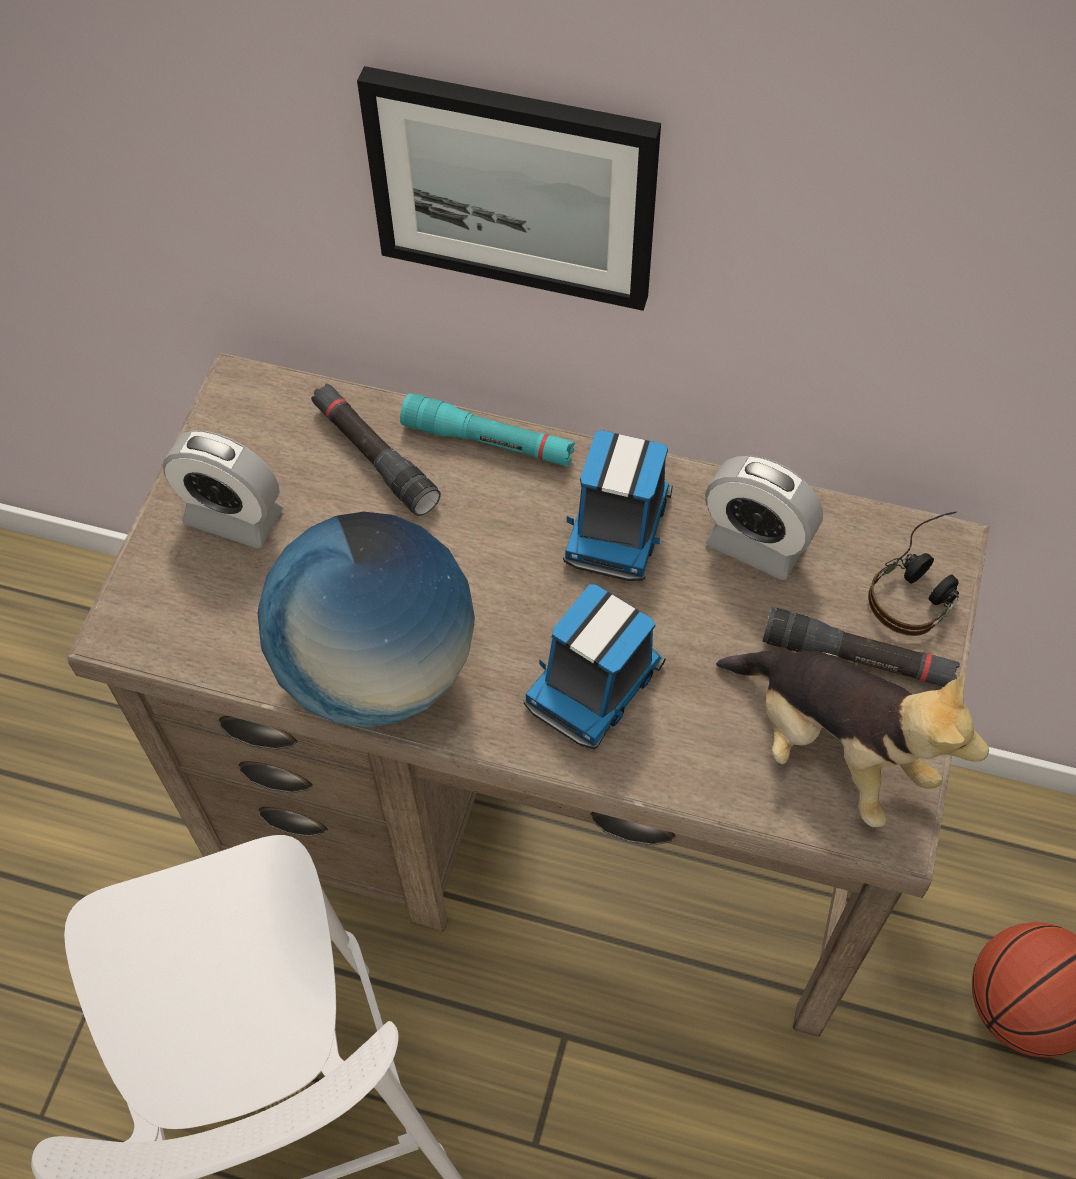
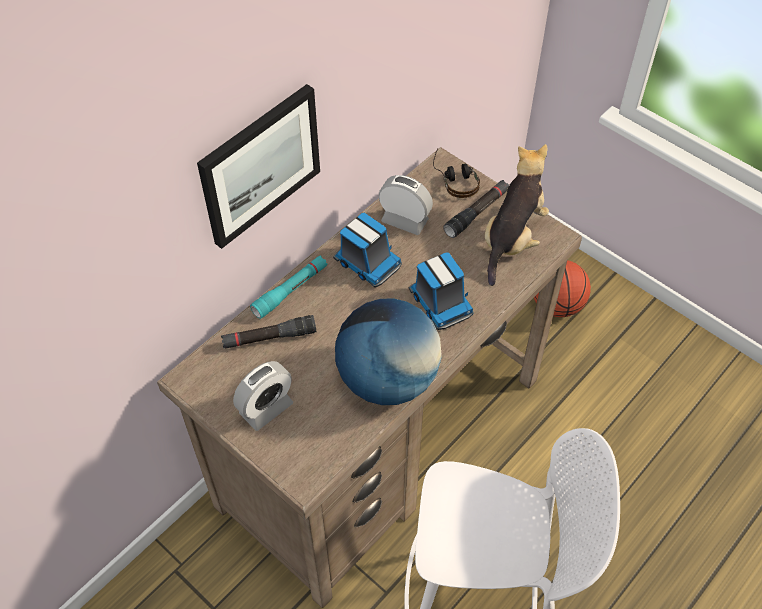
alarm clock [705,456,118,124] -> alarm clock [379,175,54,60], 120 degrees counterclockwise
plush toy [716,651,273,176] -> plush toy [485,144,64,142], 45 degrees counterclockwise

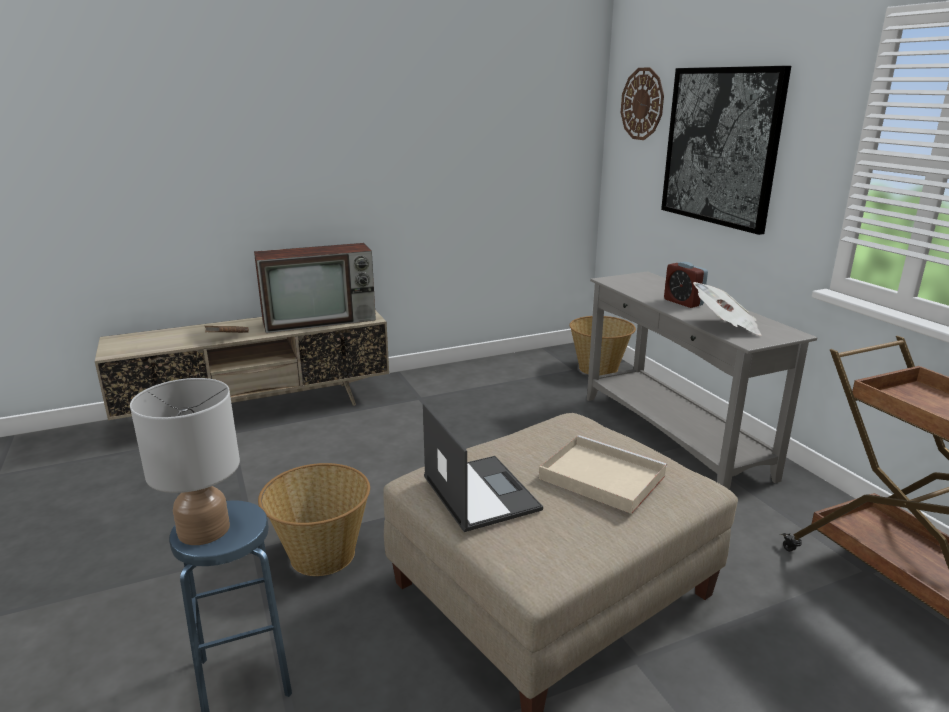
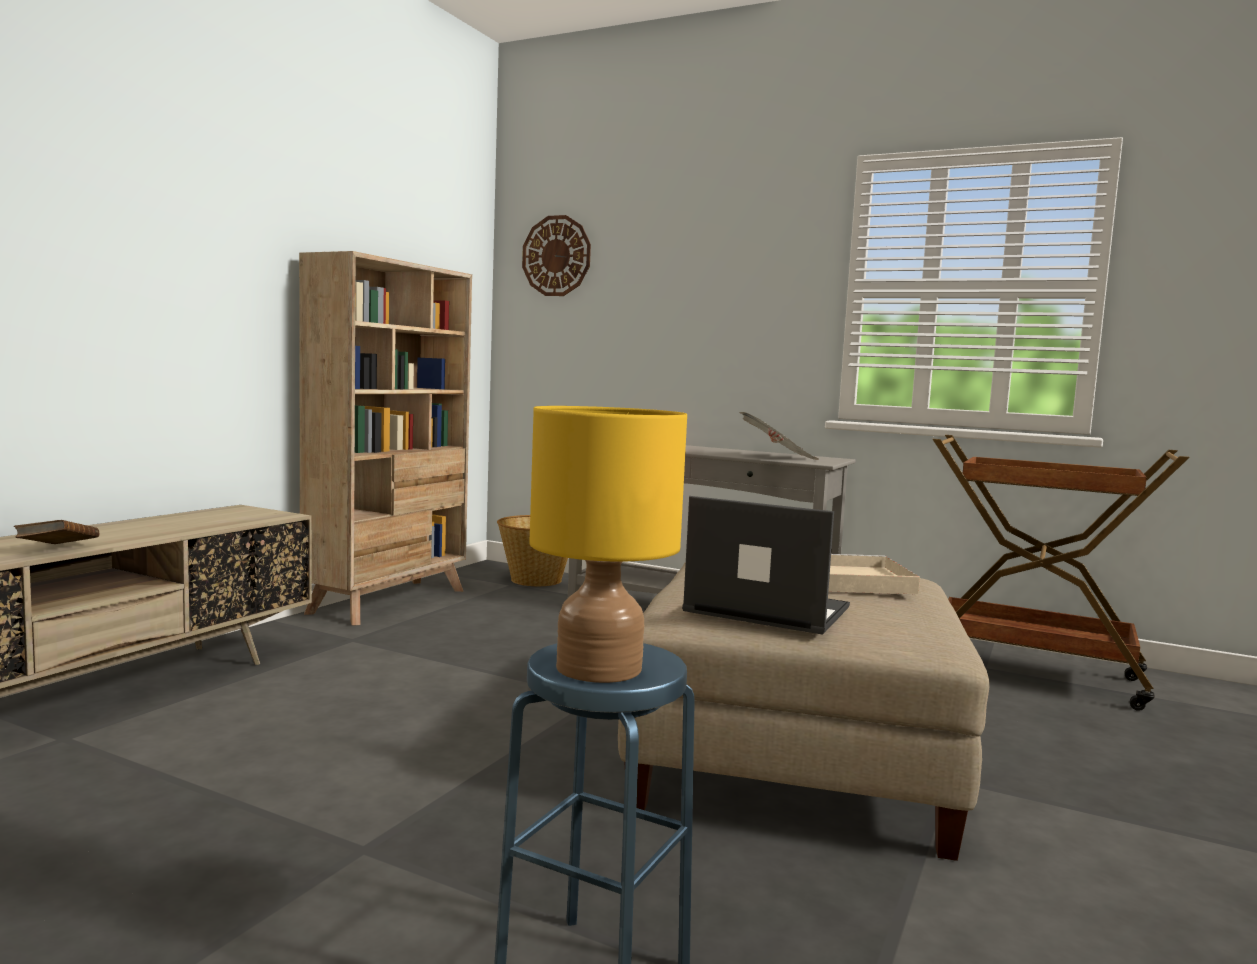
picture [661,66,130,169] -> none
television [254,243,122,90] -> none
alarm clock [664,262,44,46] -> none
grey table lamp [130,378,110,167] -> yellow table lamp [529,406,158,277]
basket [258,463,112,113] -> none
none -> beige bookcase [299,251,173,374]

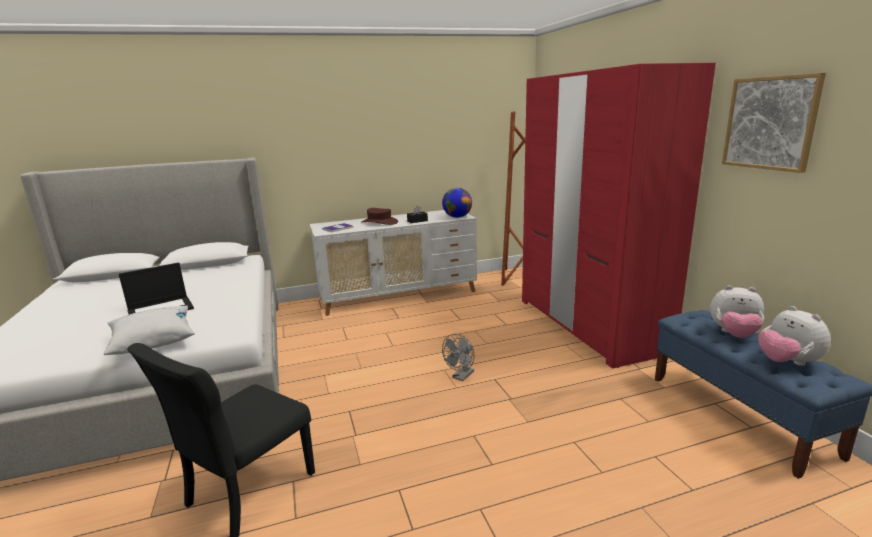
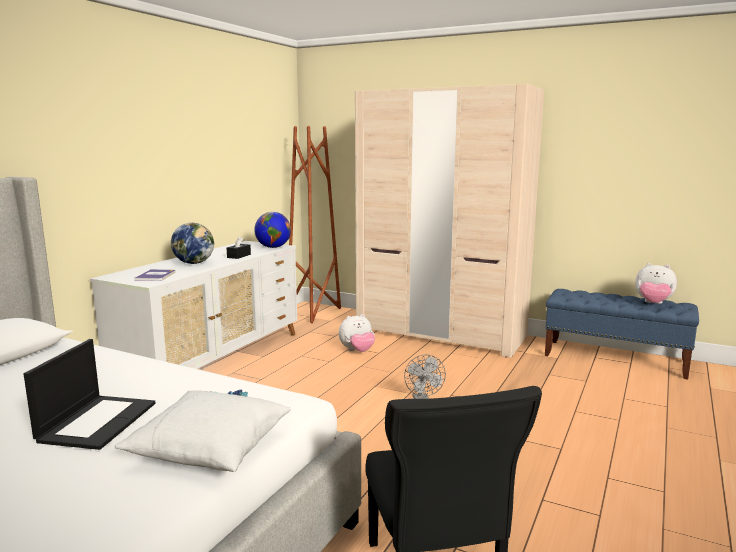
red wardrobe [522,63,194,305] -> beige wardrobe [355,84,189,274]
picture [722,73,104,100] -> none
brown hat [362,208,36,17] -> globe [171,223,43,41]
plush toy [710,286,54,52] -> plush toy [339,314,36,38], move

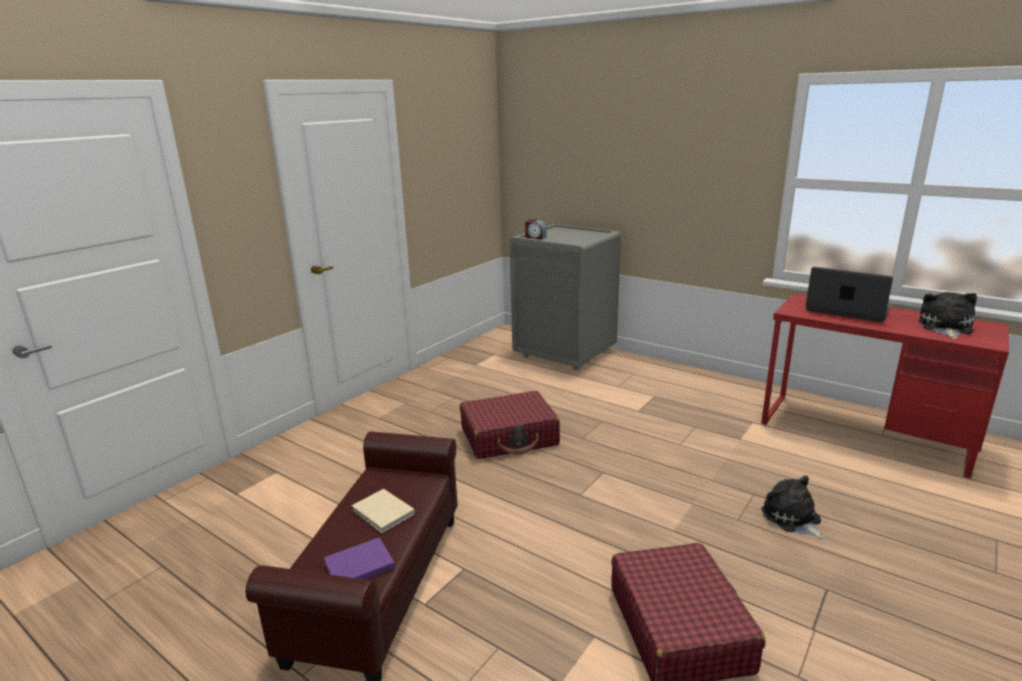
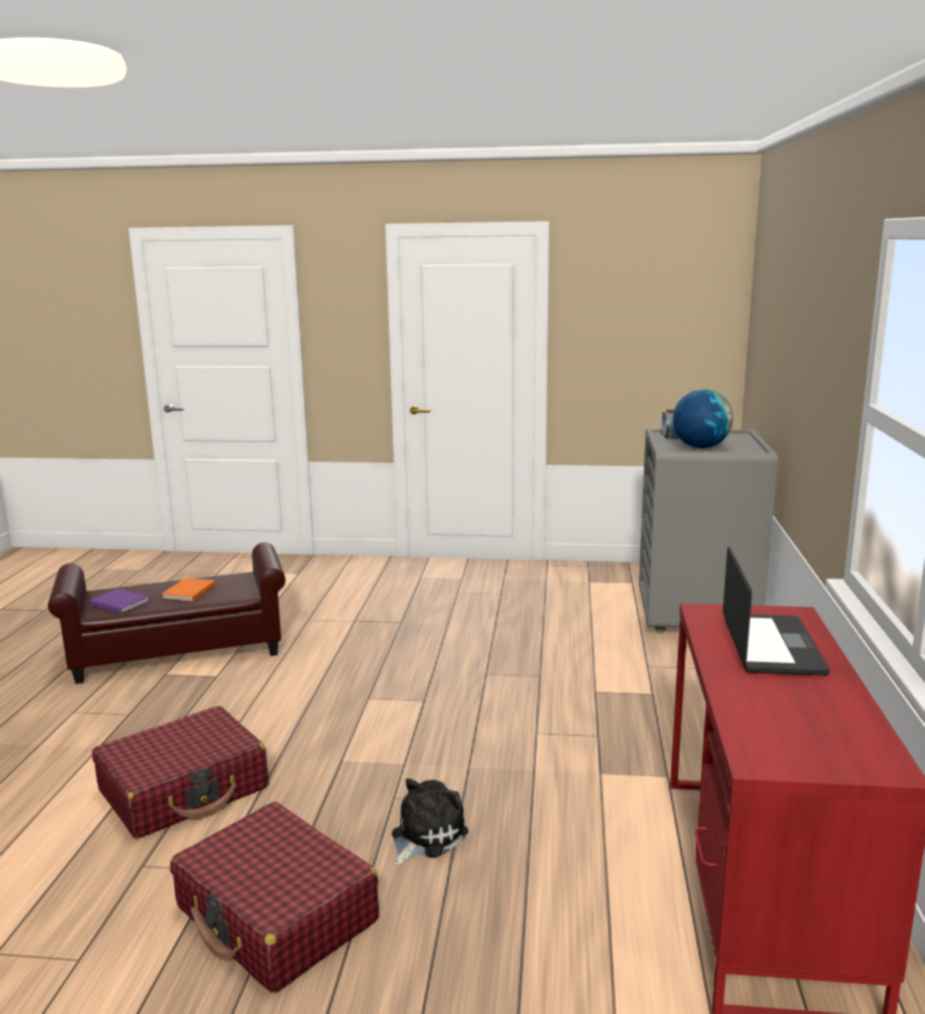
plush toy [919,292,58,47] -> none
red suitcase [460,391,100,68] -> red suitcase [170,802,209,191], move
beige book [352,489,63,44] -> orange book [162,578,53,24]
none -> globe [673,389,60,59]

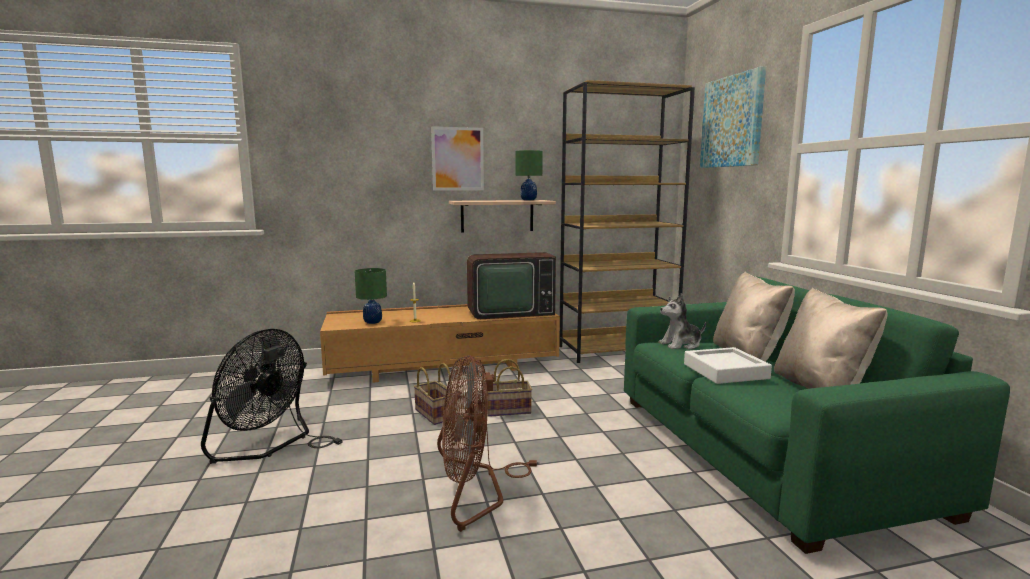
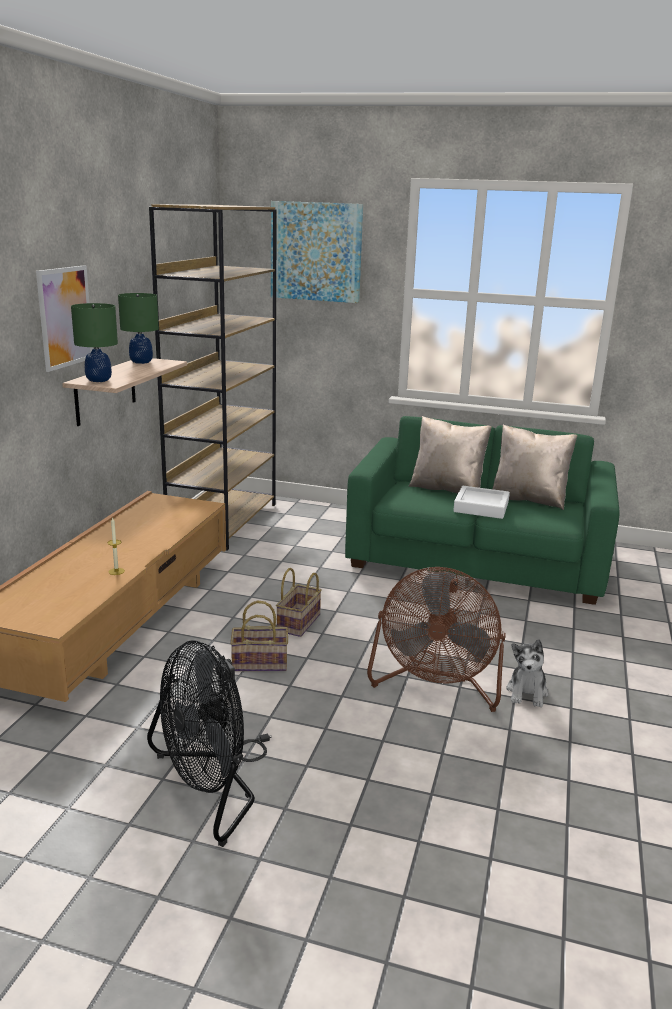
television [467,252,89,67] -> none
green table lamp [355,268,32,56] -> green table lamp [71,303,47,79], move
plush toy [658,294,48,55] -> plush toy [506,639,43,68], move

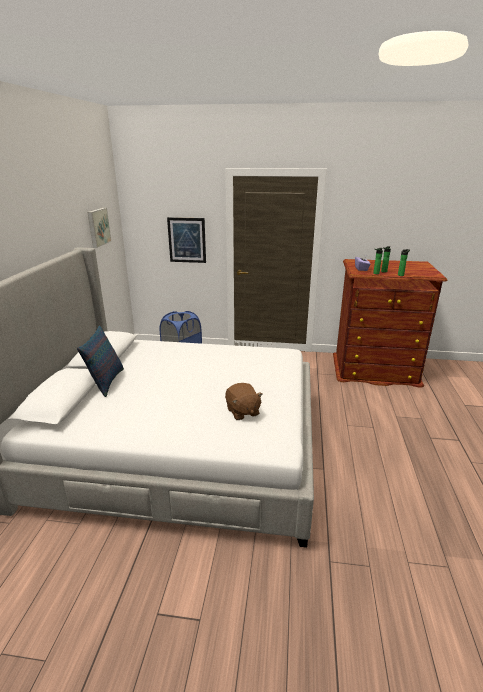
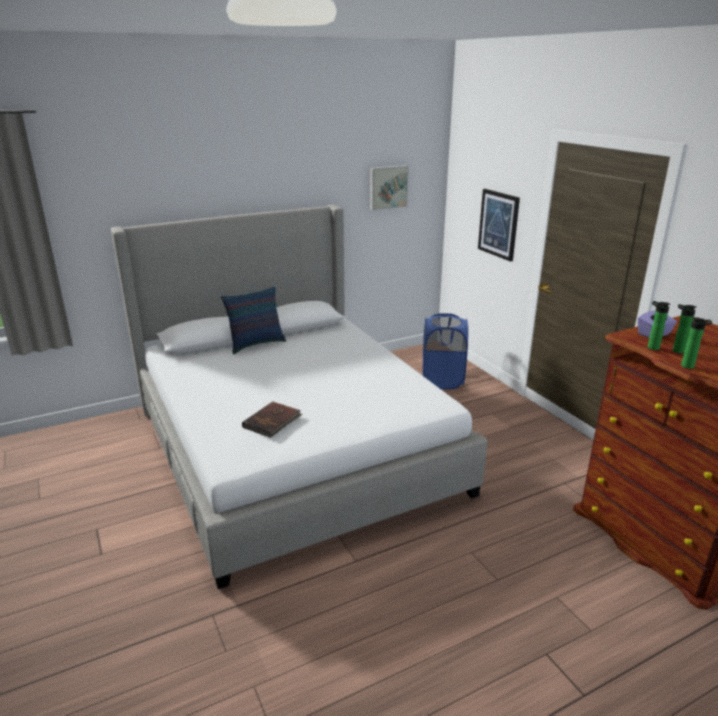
brown plush toy [225,383,38,37] -> brown book [242,401,61,37]

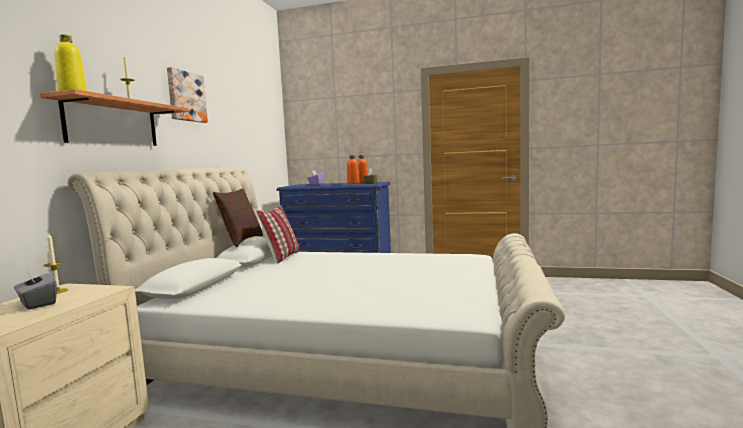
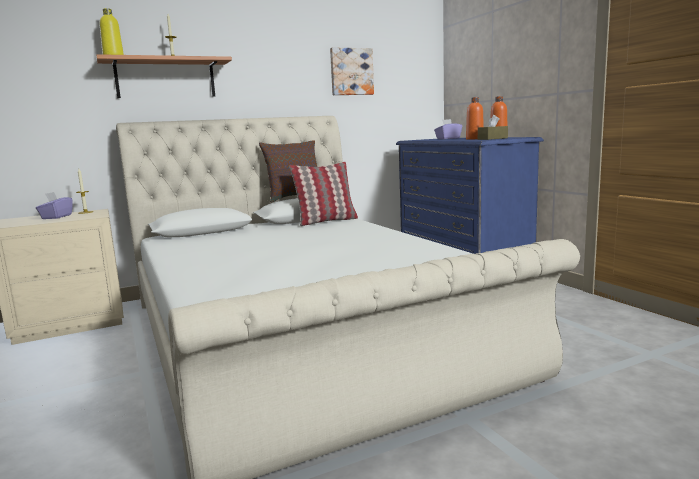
picture [167,67,41,56] -> picture [330,47,44,48], move
grey tissue box [14,270,43,39] -> purple tissue box [36,192,37,27]

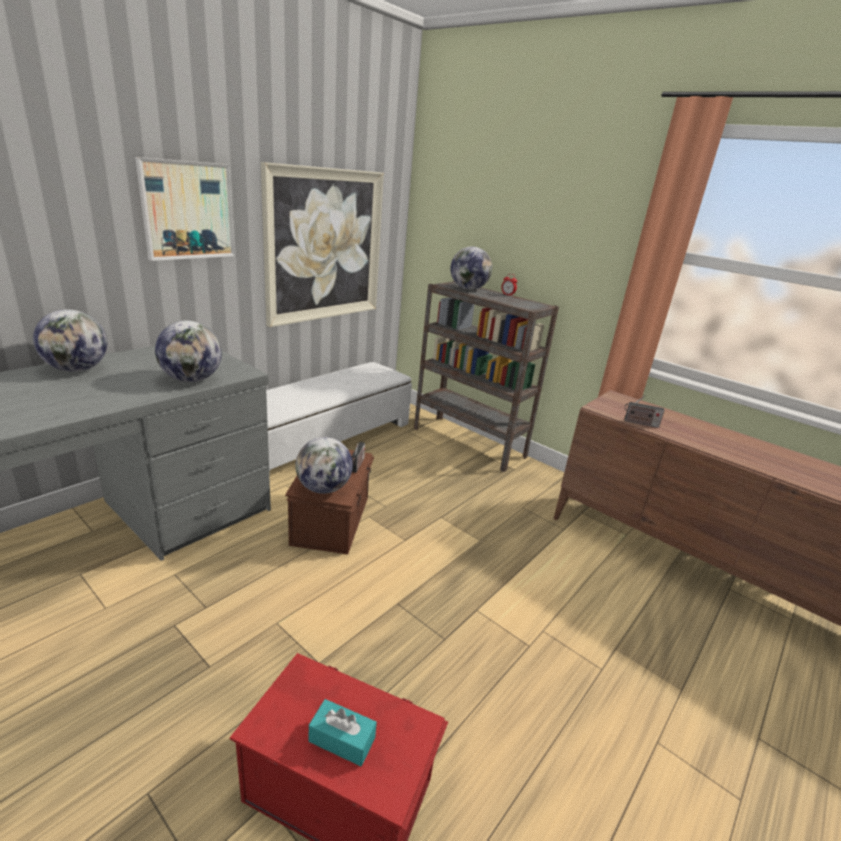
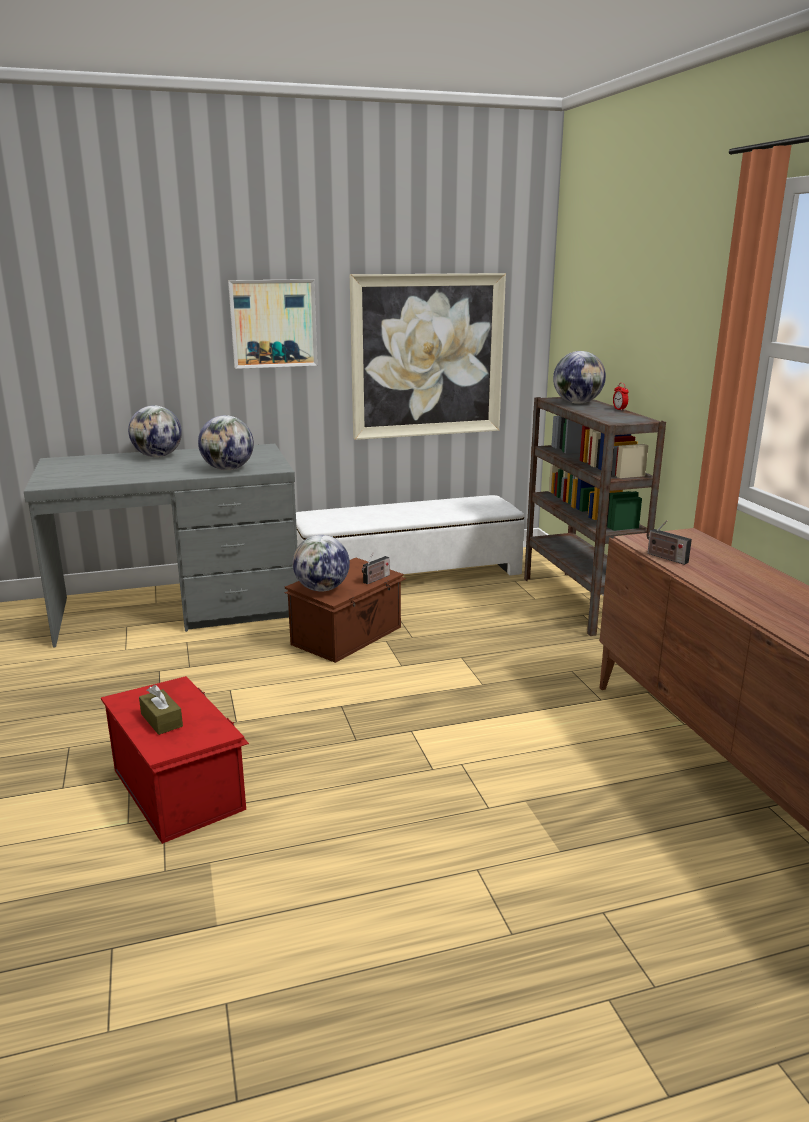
turquoise tissue box [309,699,68,67] -> brown tissue box [139,685,44,50]

